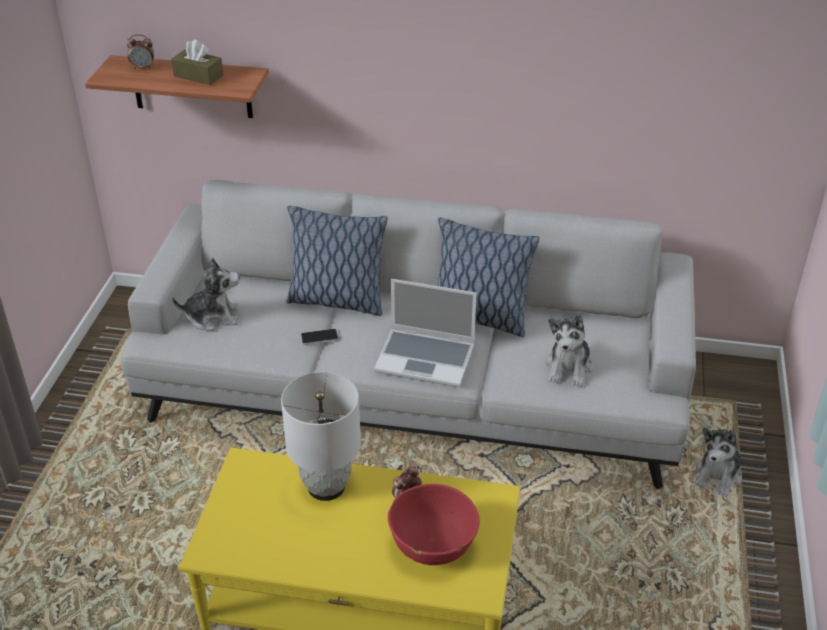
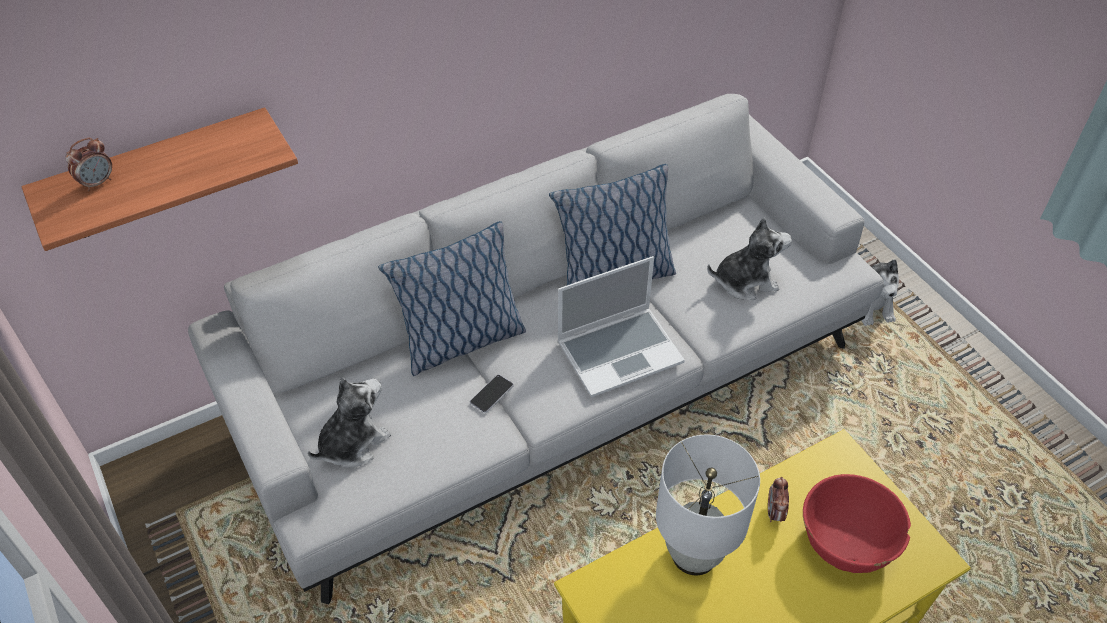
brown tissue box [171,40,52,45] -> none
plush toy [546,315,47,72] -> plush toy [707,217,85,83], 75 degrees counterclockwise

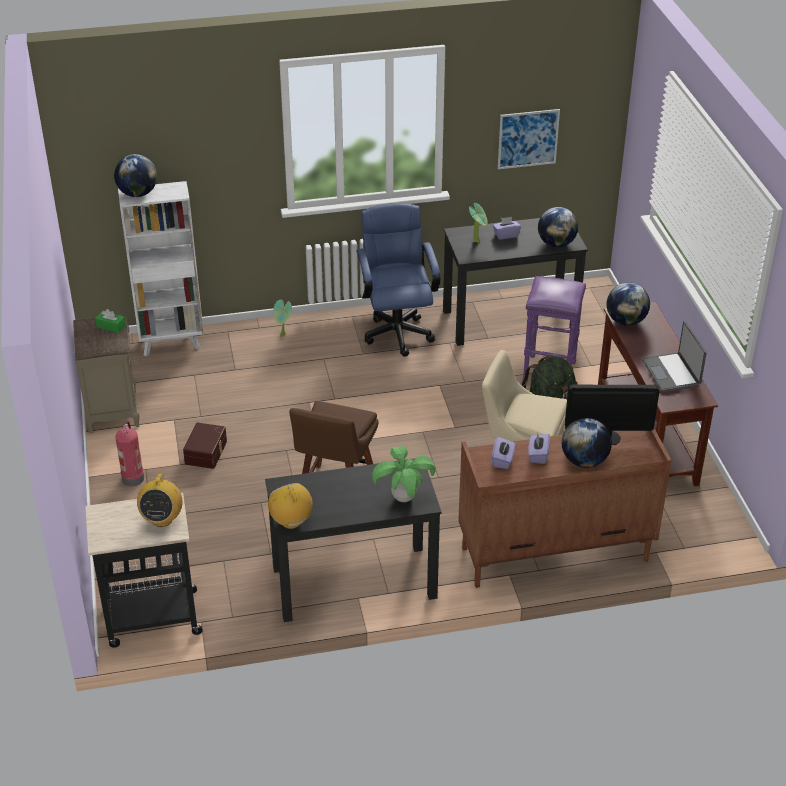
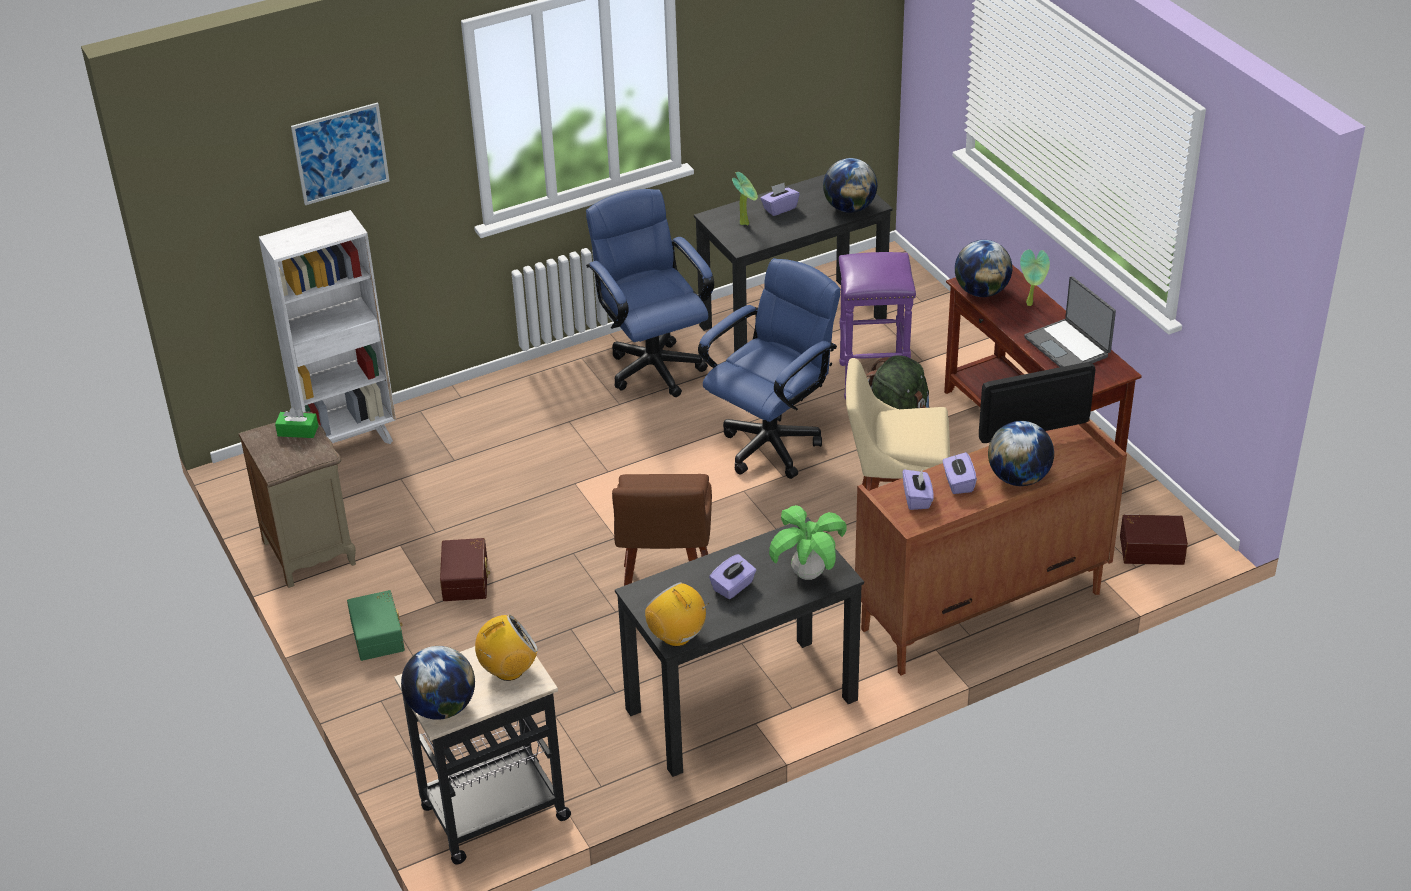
picture [498,109,62,60] -> picture [291,102,99,103], move
globe [114,154,43,43] -> globe [401,646,74,74], move
potted plant [274,299,18,38] -> potted plant [1020,250,30,56], move
fire extinguisher [115,421,29,65] -> green storage box [347,590,58,71]
radio [137,473,46,54] -> radio [475,614,63,67], 105 degrees counterclockwise
none -> blue office chair [698,258,143,221]
none -> brown storage box [1120,515,68,50]
none -> purple tissue box [709,554,48,45]

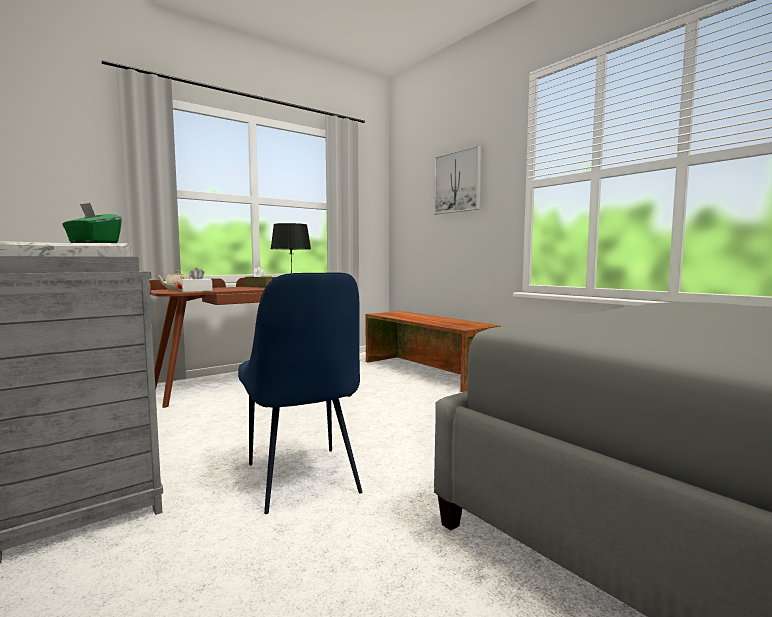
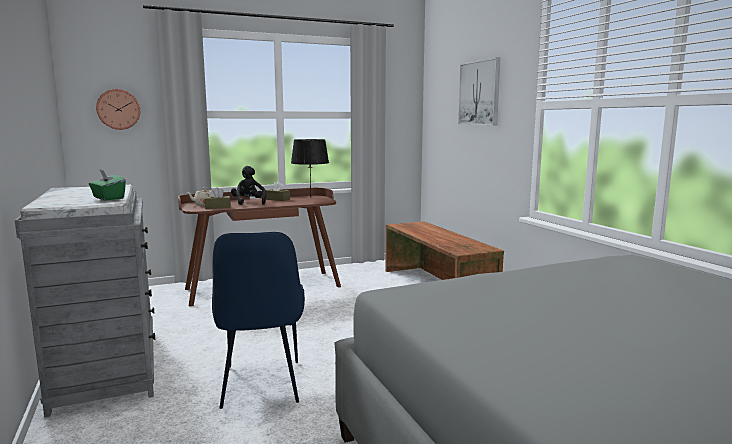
white tissue box [182,268,30,24] -> brown tissue box [205,187,26,22]
none -> wall clock [96,89,44,41]
none -> black plush toy [231,166,35,39]

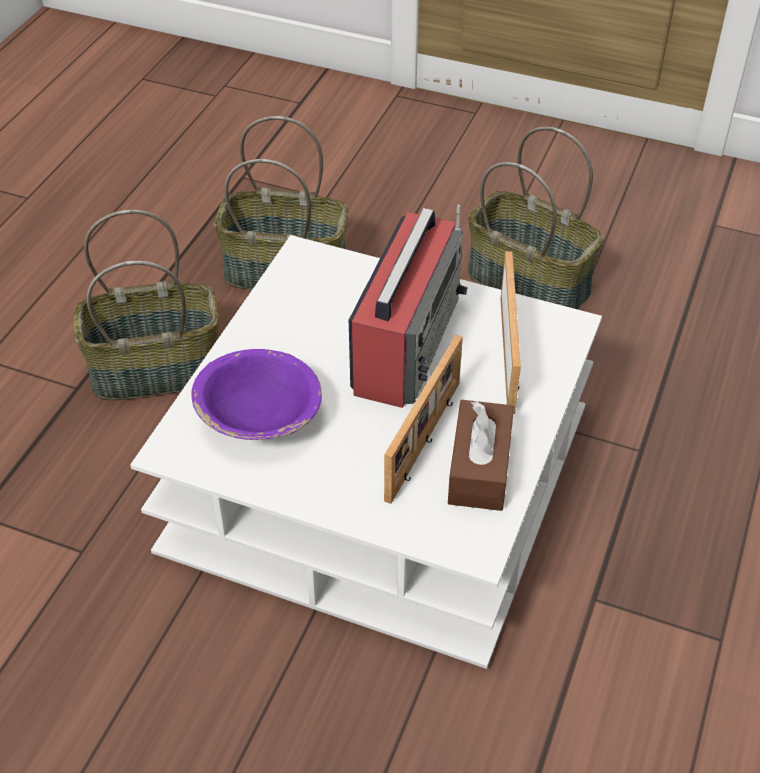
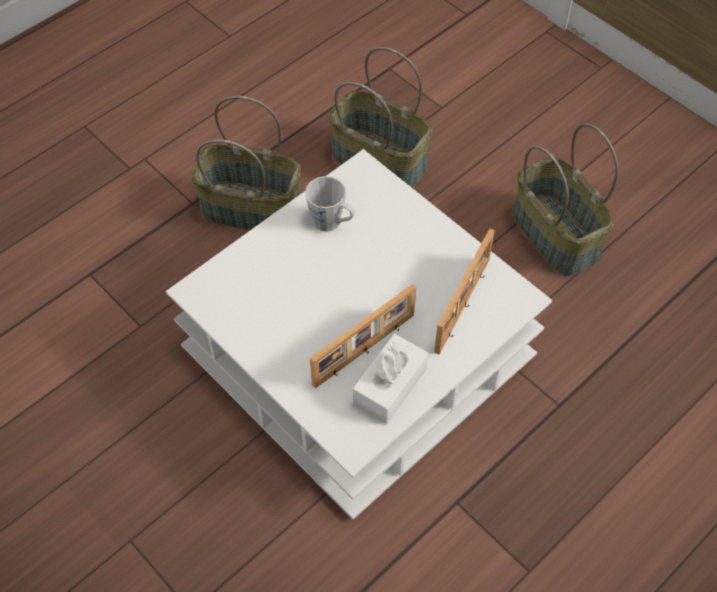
radio [349,205,119,203] -> none
purple bowl [191,349,131,91] -> none
brown tissue box [448,400,66,111] -> white tissue box [353,334,75,90]
none -> grey mug [305,176,50,56]

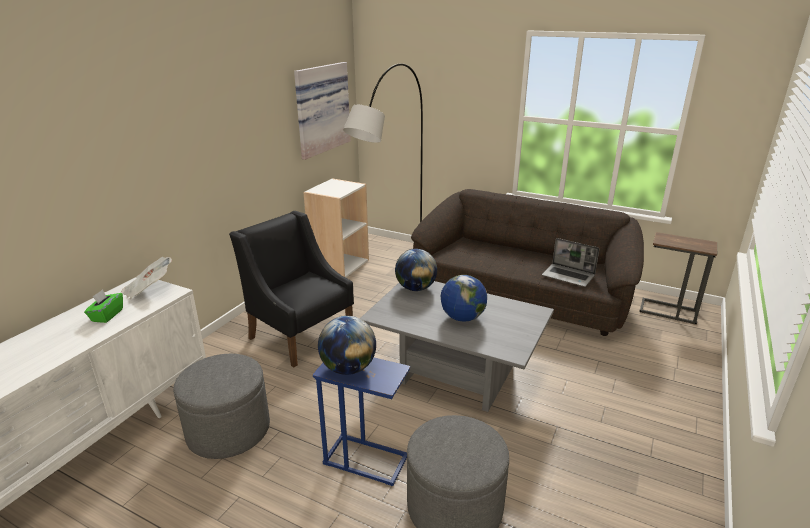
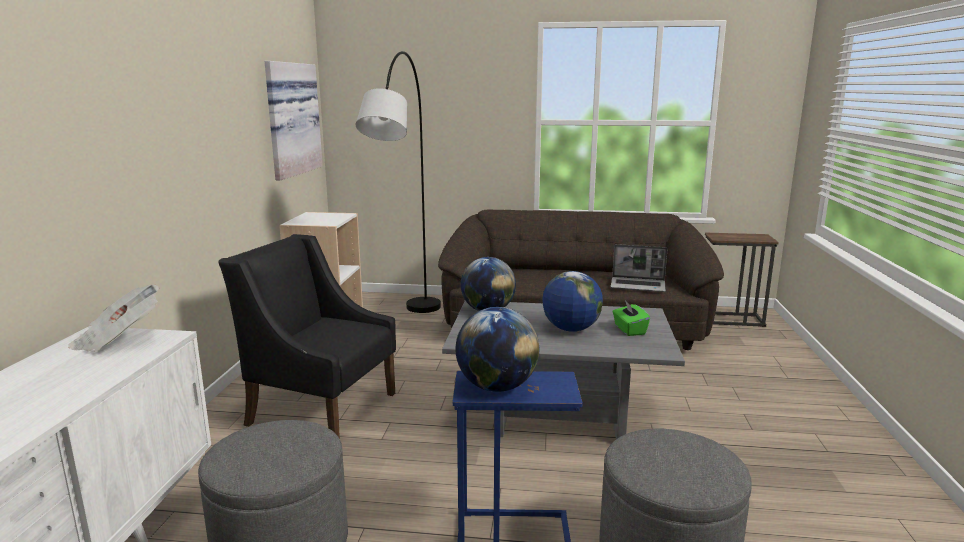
green tissue box [84,289,39,34] -> green tissue box [612,300,38,36], move

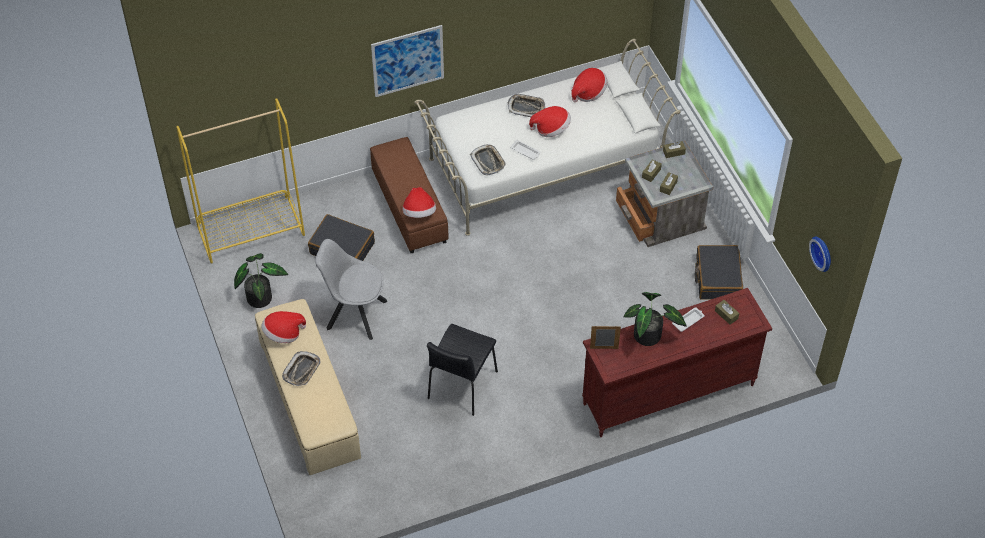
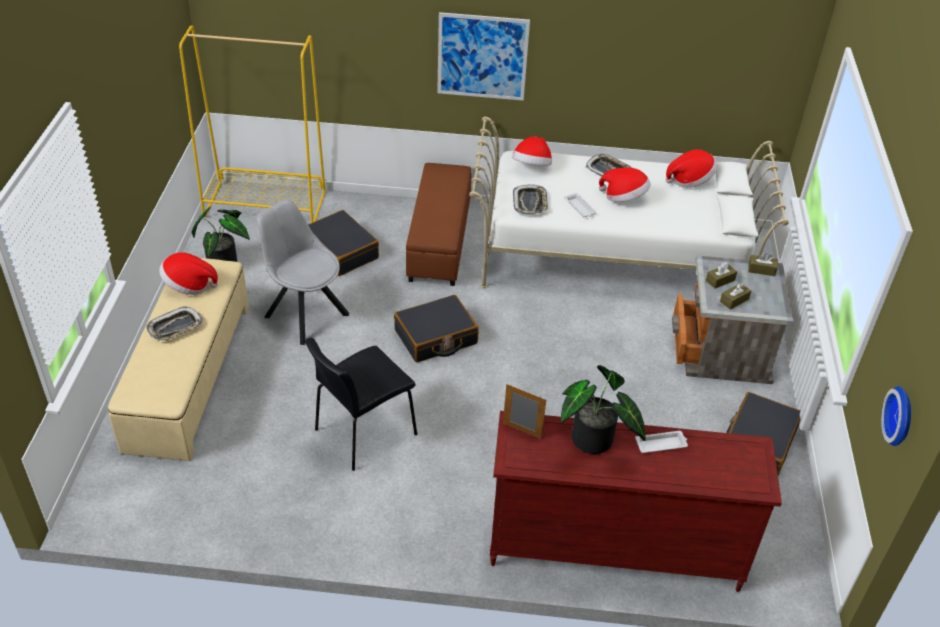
hat [403,187,33,31] -> hat [512,136,40,30], move
brown tissue box [715,300,24,25] -> none
none -> black suitcase [394,295,85,67]

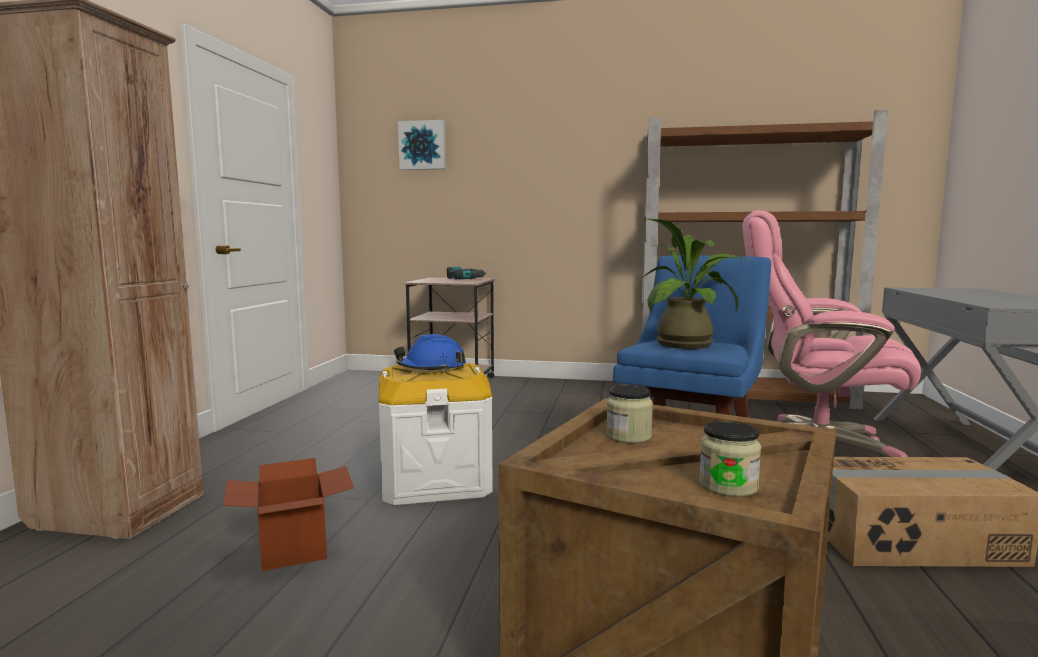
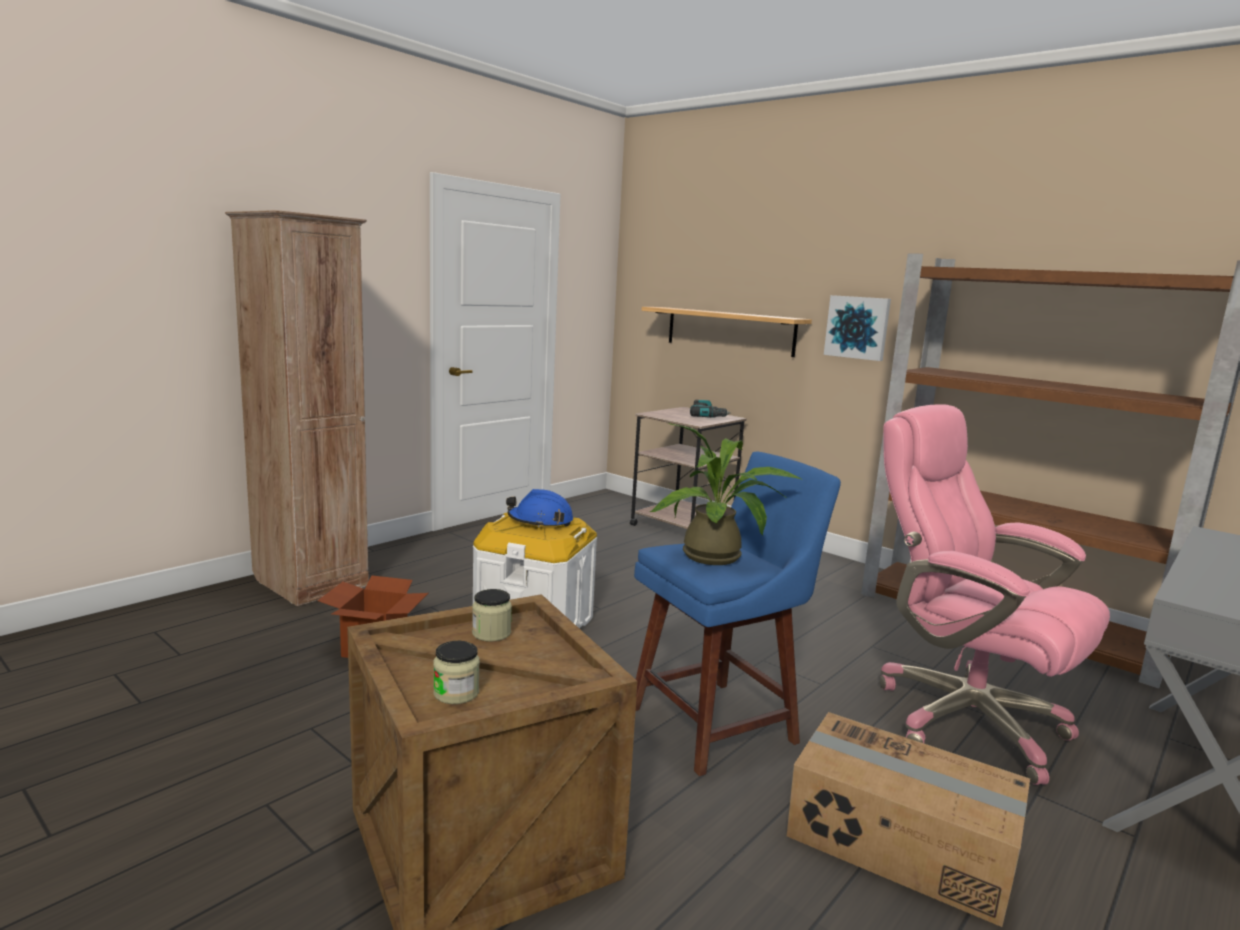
picture [398,120,48,50] -> picture [824,295,67,66], move
none -> shelf [641,307,171,50]

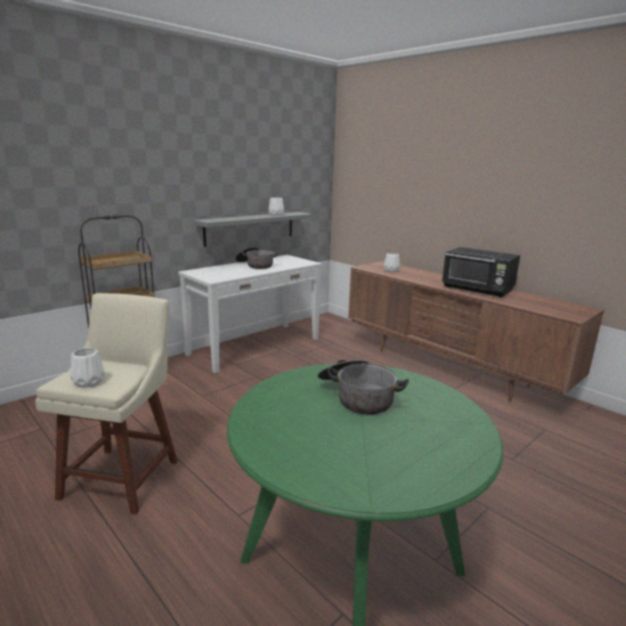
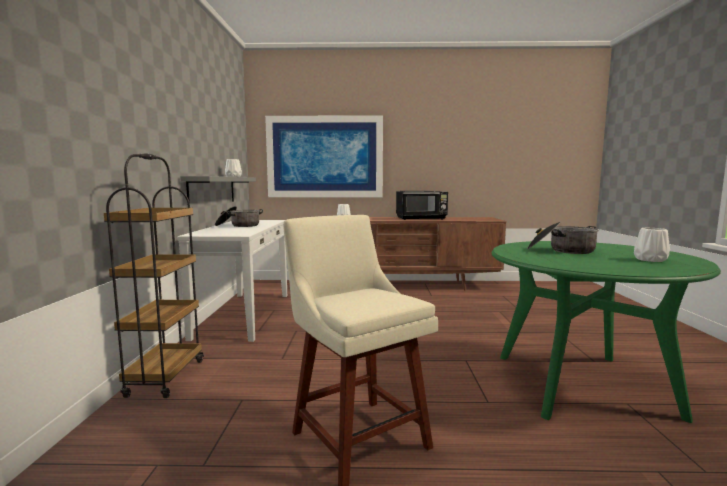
white vase [70,348,35,39] -> white vase [634,228,36,34], move
none -> picture [265,115,118,82]

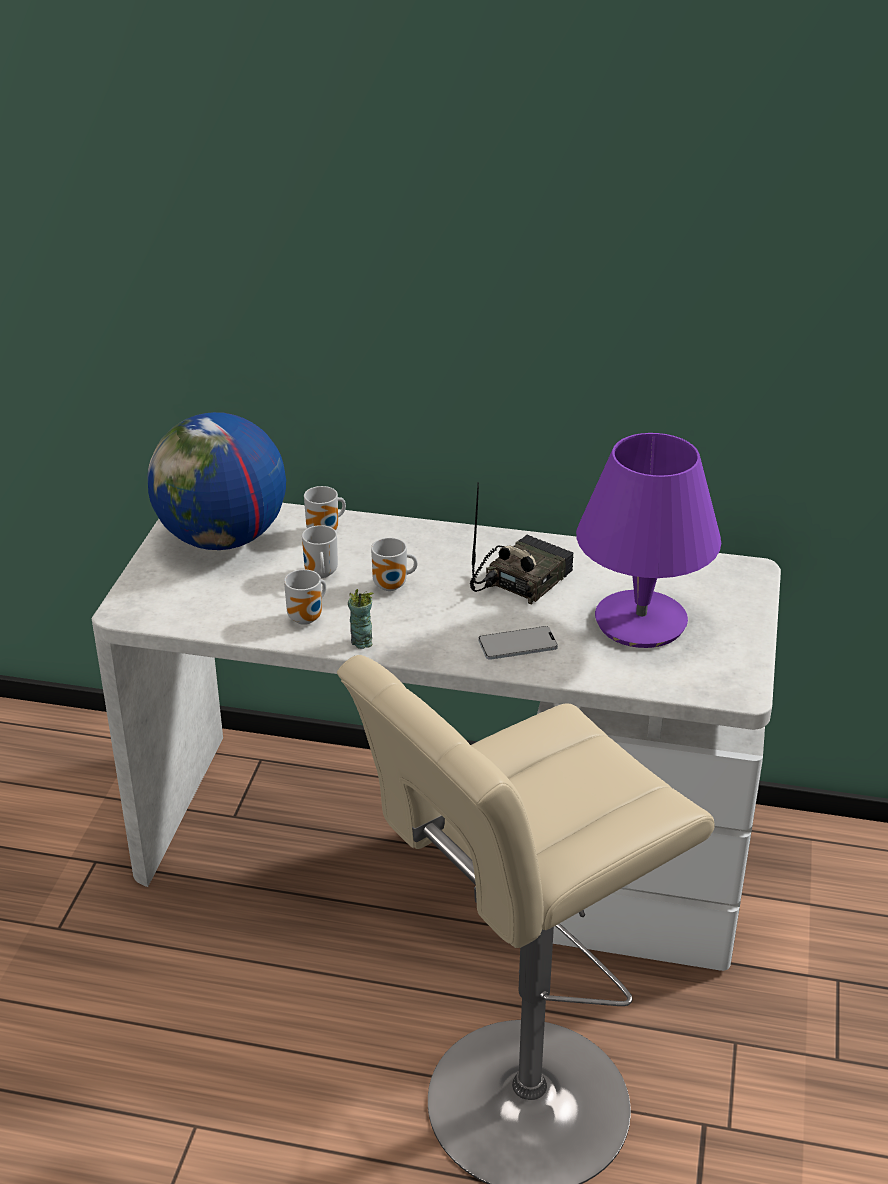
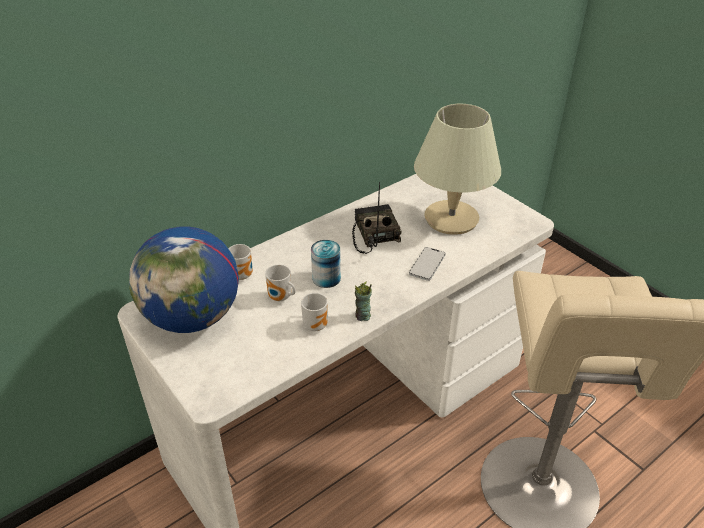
purple table lamp [576,433,145,215] -> beige table lamp [414,104,87,131]
mug [371,538,47,53] -> can [311,240,30,48]

